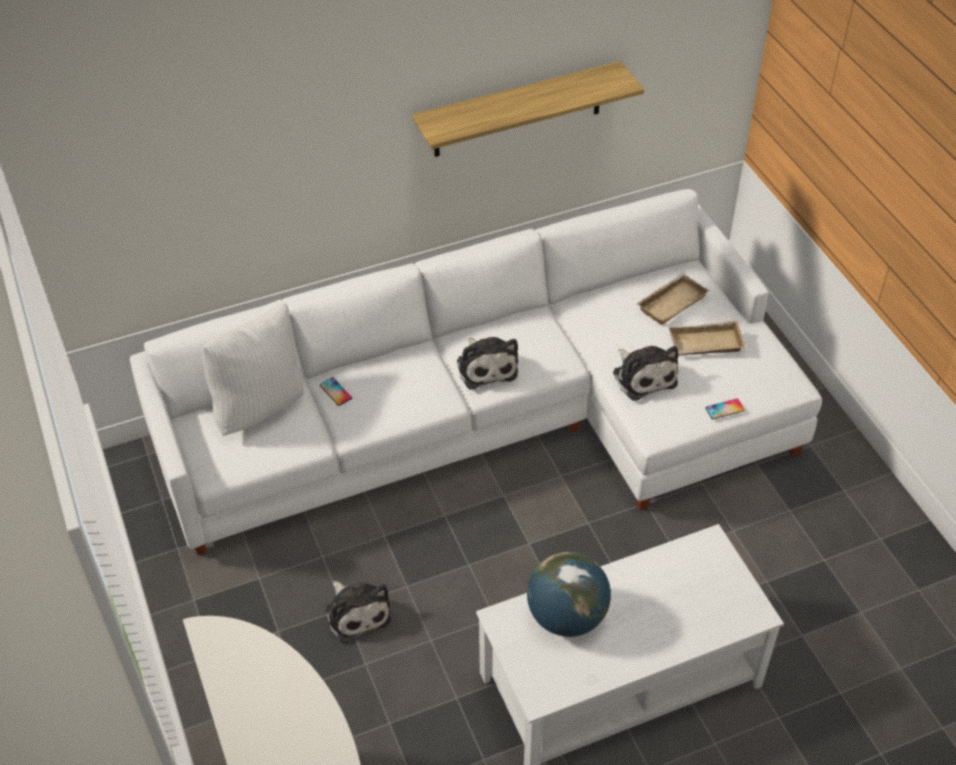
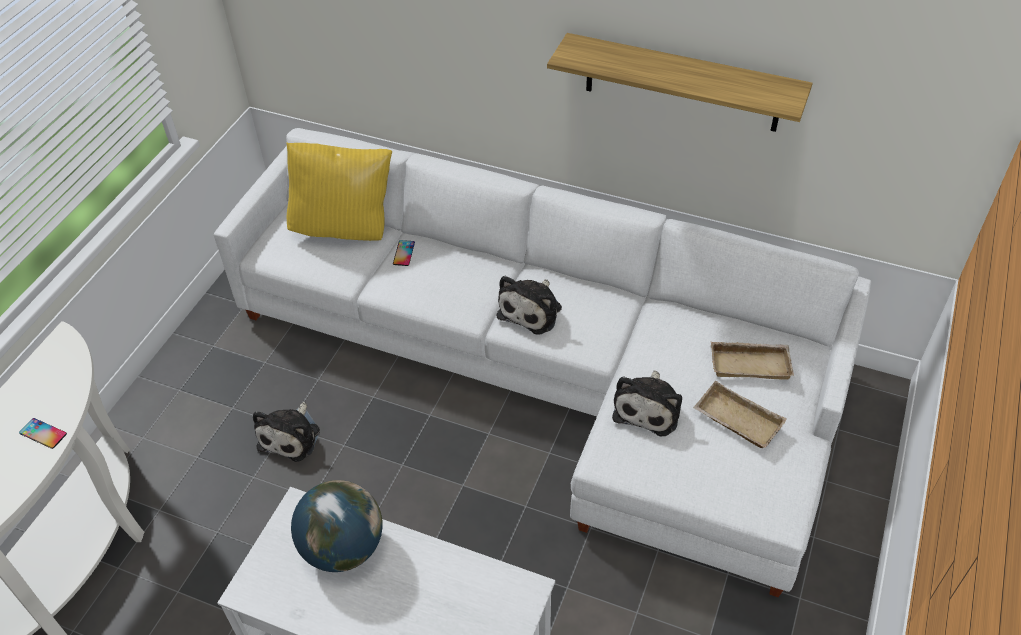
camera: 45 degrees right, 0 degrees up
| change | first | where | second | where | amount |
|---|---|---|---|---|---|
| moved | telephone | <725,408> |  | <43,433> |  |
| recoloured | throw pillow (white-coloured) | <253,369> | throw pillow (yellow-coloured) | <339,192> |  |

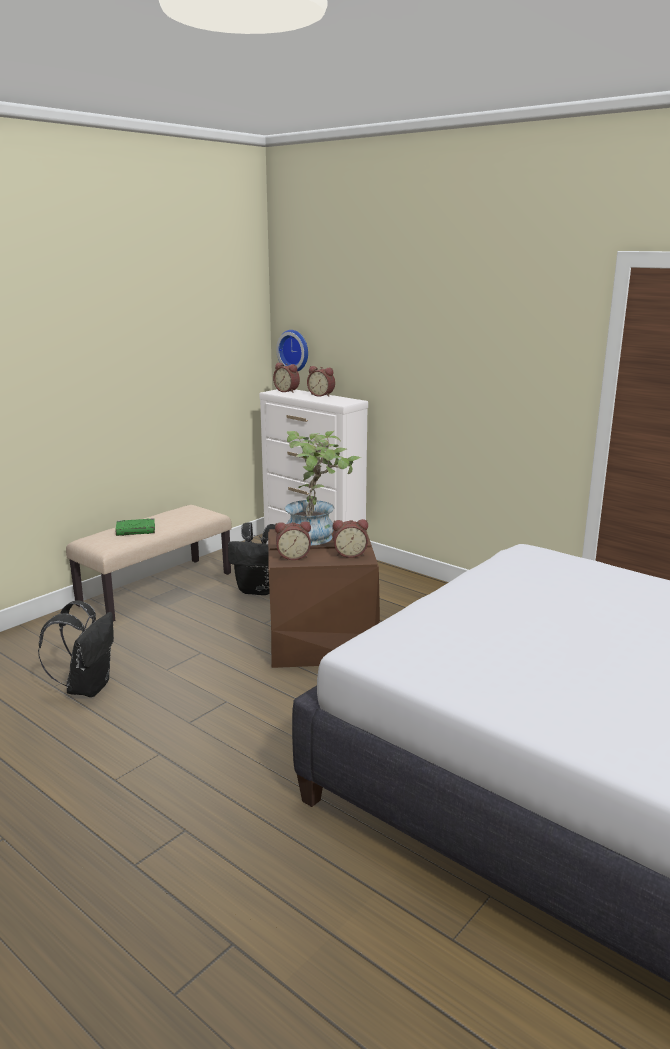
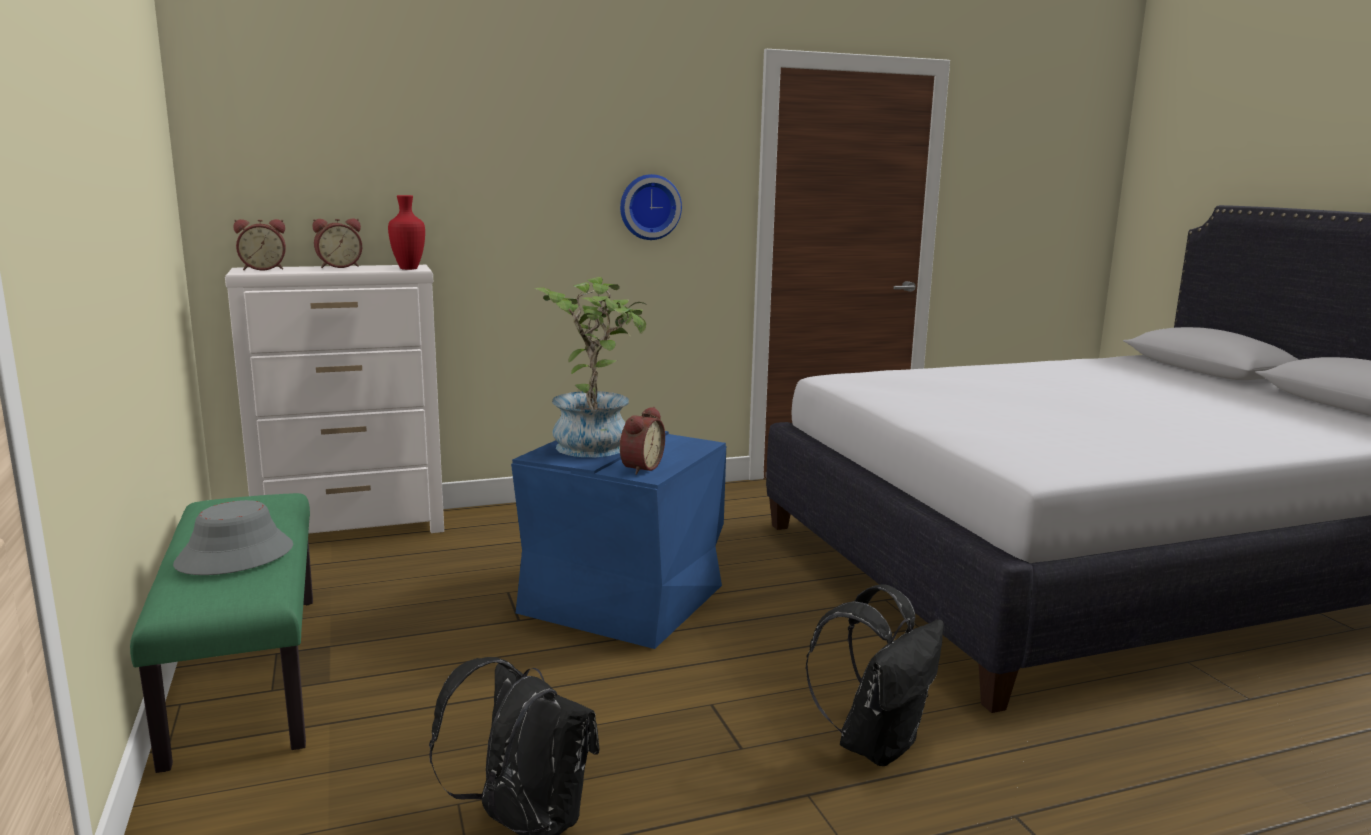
camera: 60 degrees left, 5 degrees down
| change | first | where | second | where | amount |
|---|---|---|---|---|---|
| removed | alarm clock | <350,538> |  |  |  |
| added |  |  | flower vase (red-coloured) | <406,232> |  |
| moved | backpack (black-coloured) | <251,558> |  | <874,675> |  |
| moved | clock on the wall | <292,350> |  | <651,207> |  |
| replaced | volume (greenish) | <135,527> | hat (greyish) | <233,537> |  |
| recoloured | indoor bench (beige) | <149,563> | indoor bench (greenish) | <221,633> |  |
| recoloured | storage box (brown) | <324,598> | storage box (blue) | <618,540> |  |

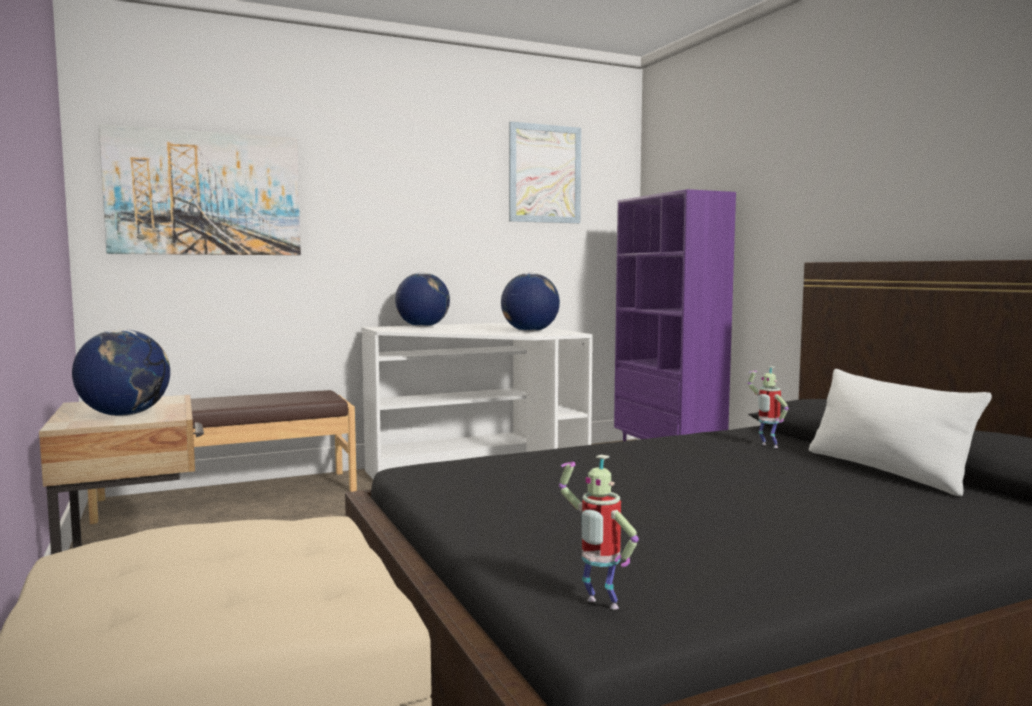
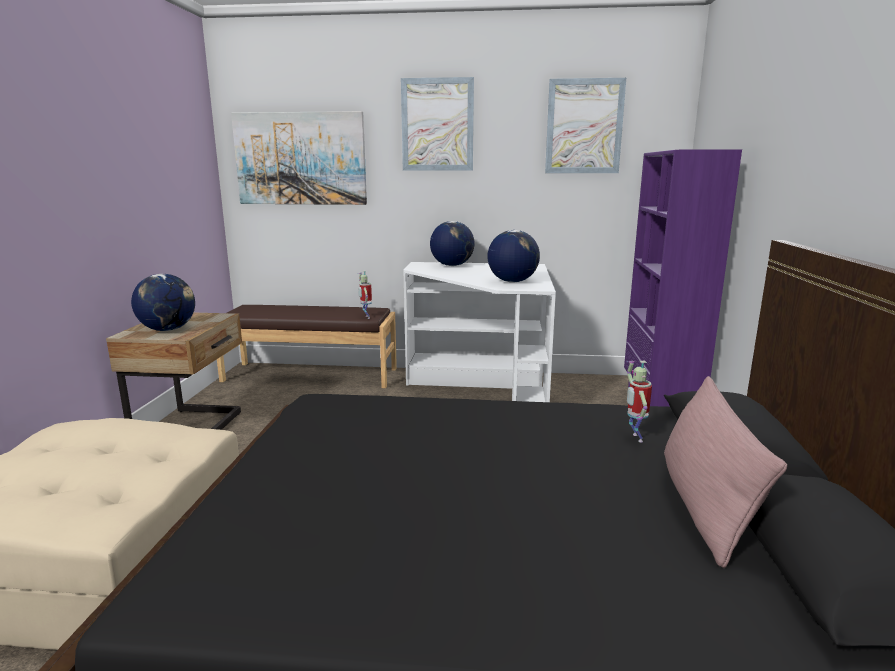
camera: 30 degrees right, 10 degrees up
| change | first | where | second | where | amount |
|---|---|---|---|---|---|
| added |  |  | wall art | <437,124> |  |
| moved | toy robot | <599,532> |  | <364,295> |  |
| recoloured | throw pillow (white-coloured) | <900,433> | throw pillow (pink) | <725,472> |  |

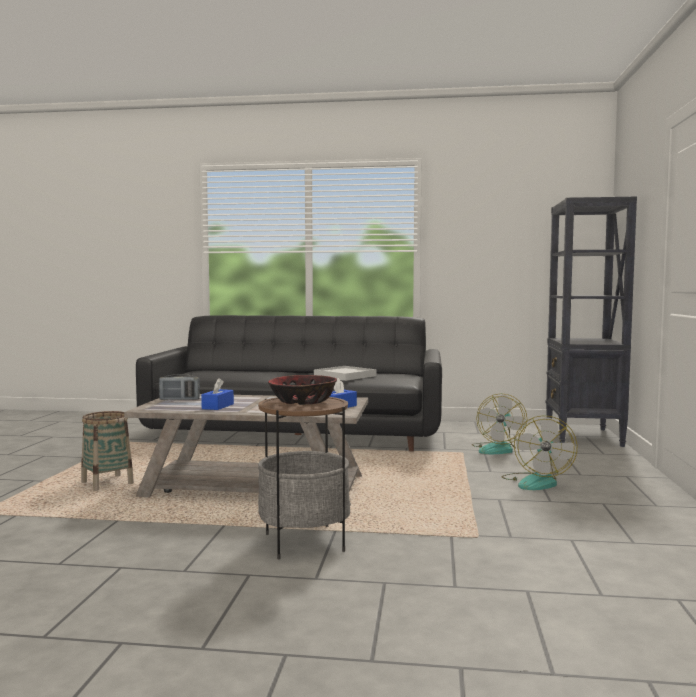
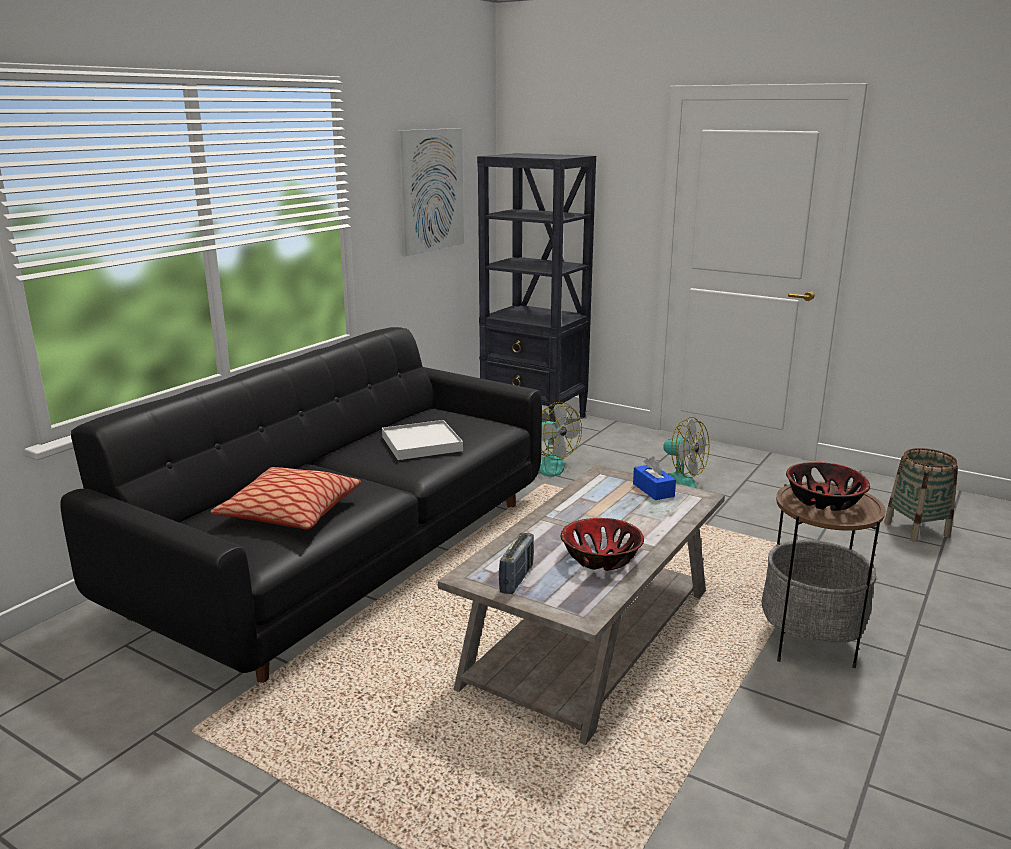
camera: 65 degrees left, 15 degrees up
| change | first | where | second | where | amount |
|---|---|---|---|---|---|
| added |  |  | throw pillow | <286,498> |  |
| added |  |  | wall art | <430,192> |  |
| moved | household basket | <107,451> |  | <921,495> |  |
| replaced | tissue box (blue) | <217,394> | deep dish | <602,544> |  |

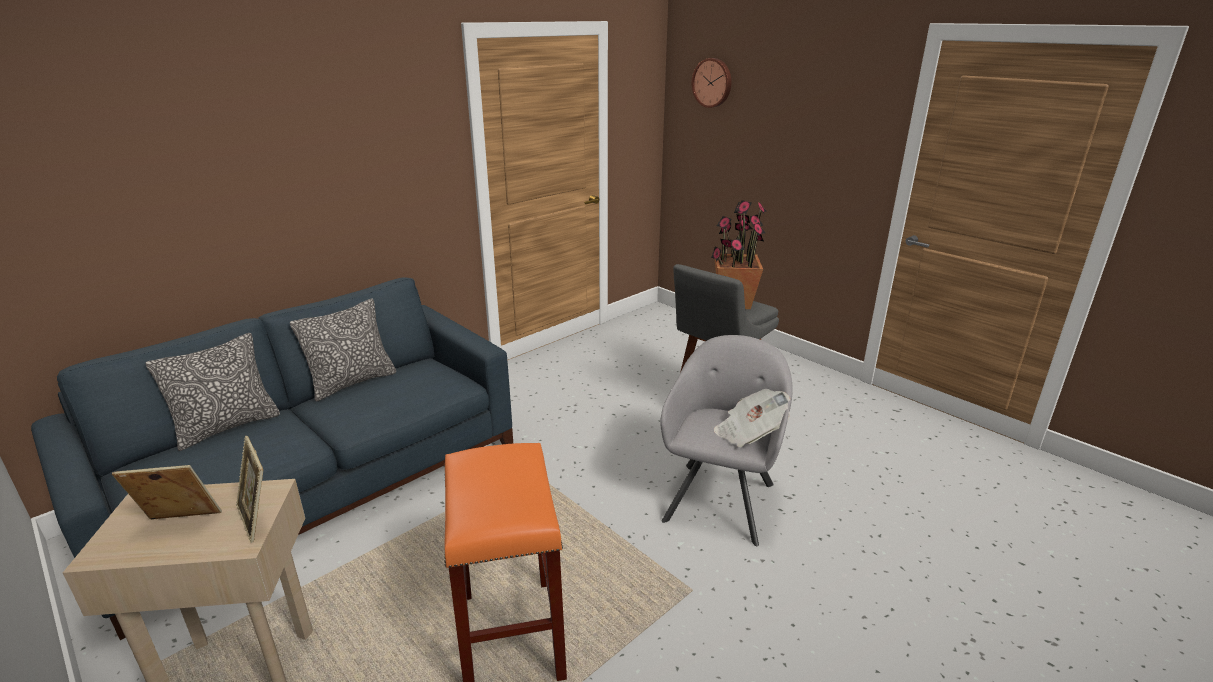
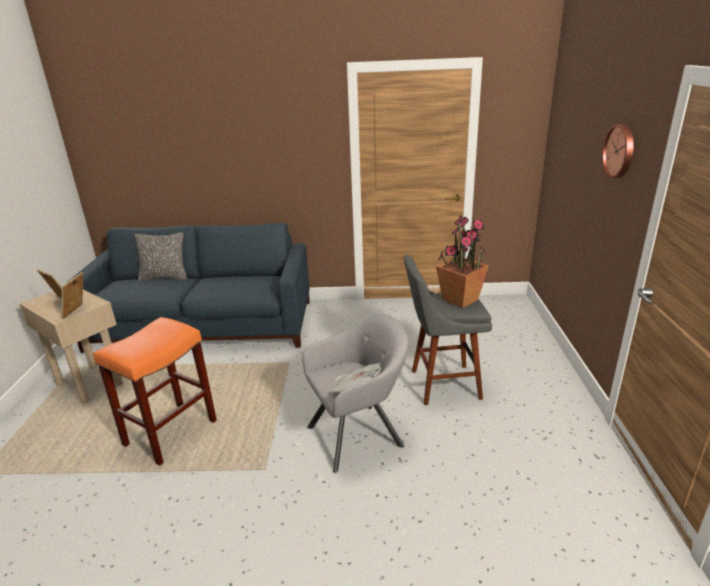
camera: 45 degrees right, 0 degrees up
| change | first | where | second | where | amount |
|---|---|---|---|---|---|
| removed | throw pillow | <343,350> |  |  |  |
| moved | clock on the wall | <711,83> |  | <618,151> |  |

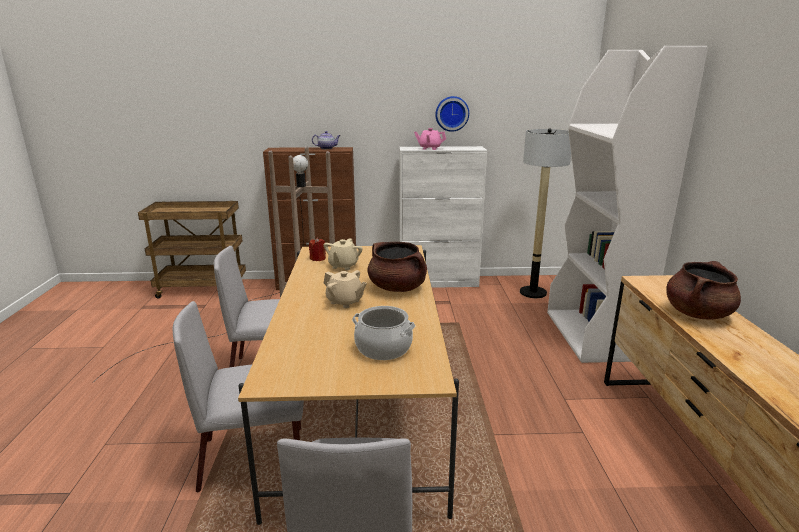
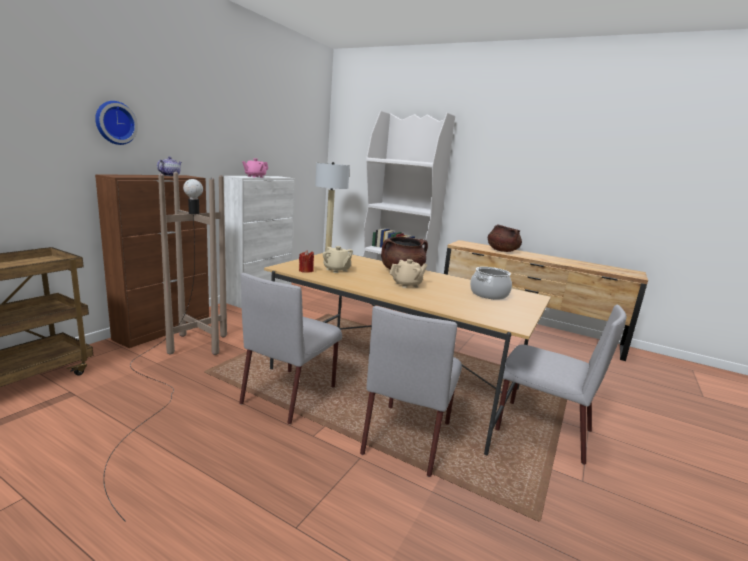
camera: 60 degrees left, 5 degrees down
| change | first | where | second | where | amount |
|---|---|---|---|---|---|
| moved | clock on the wall | <452,114> |  | <116,123> |  |

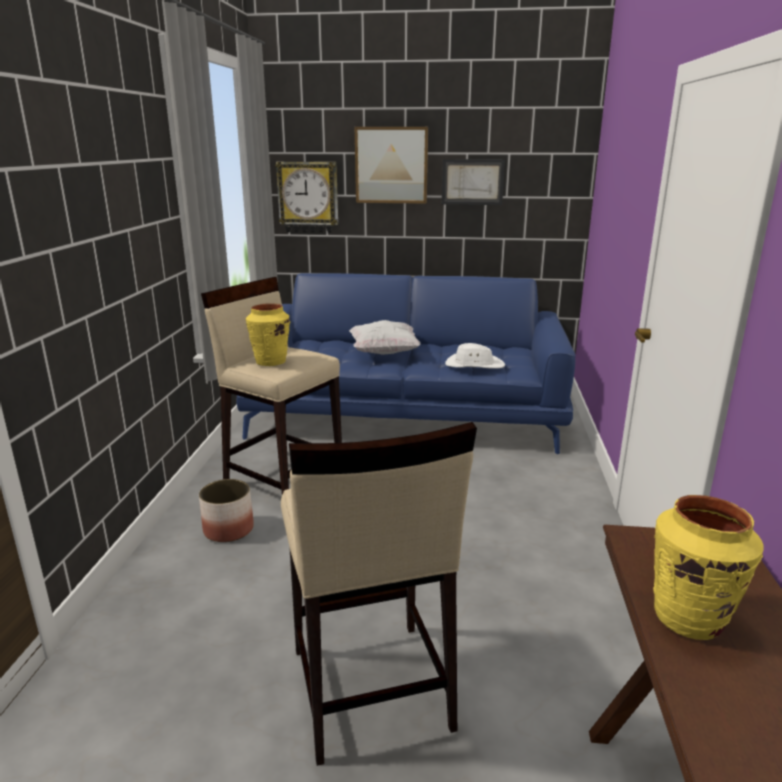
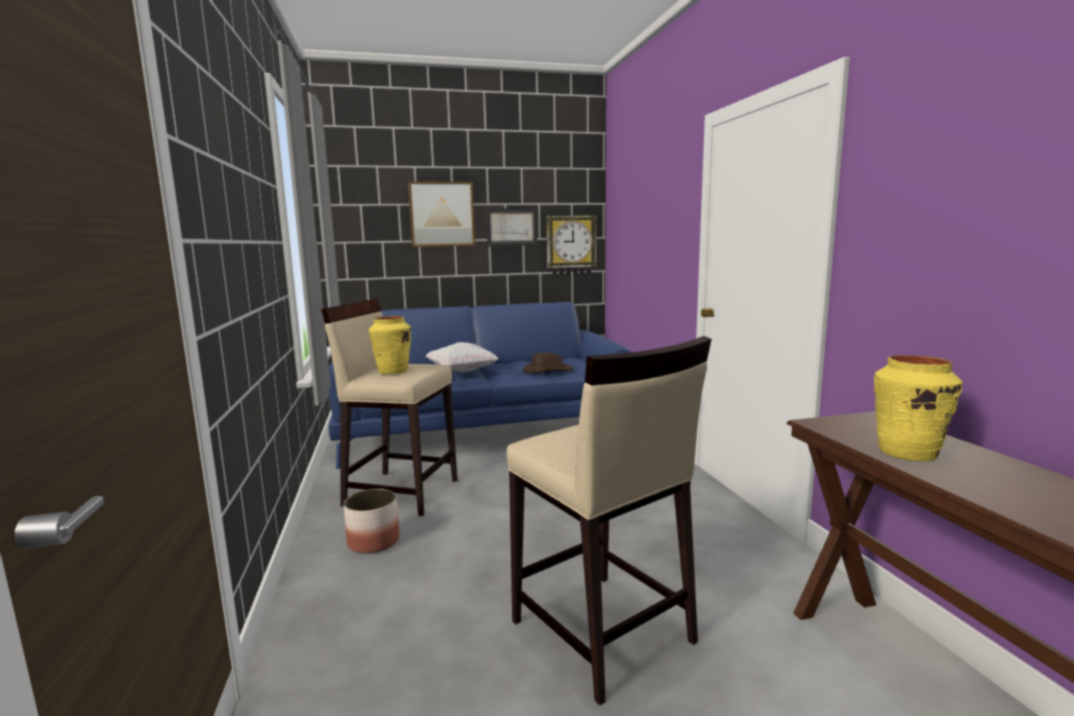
camera: 20 degrees left, 10 degrees down
| change | first | where | second | where | amount |
|---|---|---|---|---|---|
| moved | clock on the wall | <306,197> |  | <572,245> |  |
| recoloured | hat (white-coloured) | <475,356> | hat (brown) | <548,362> |  |

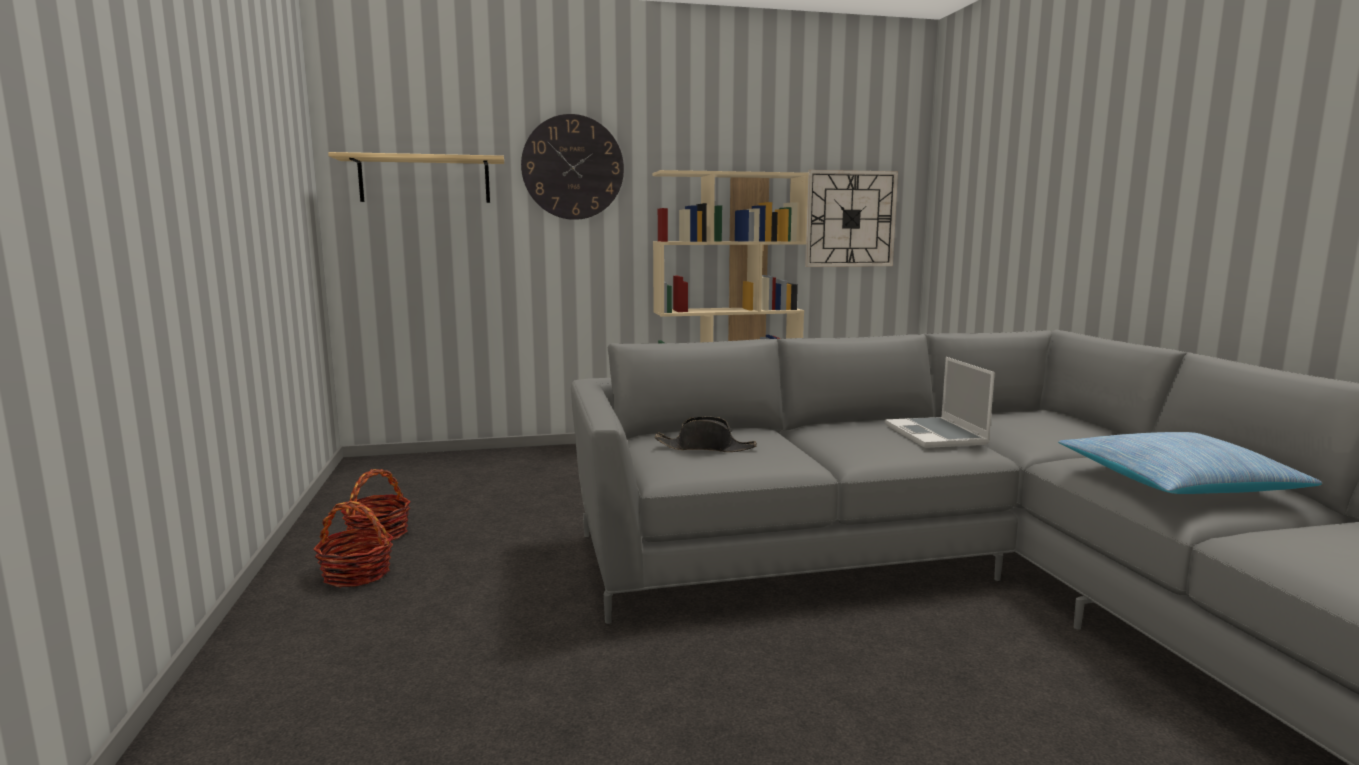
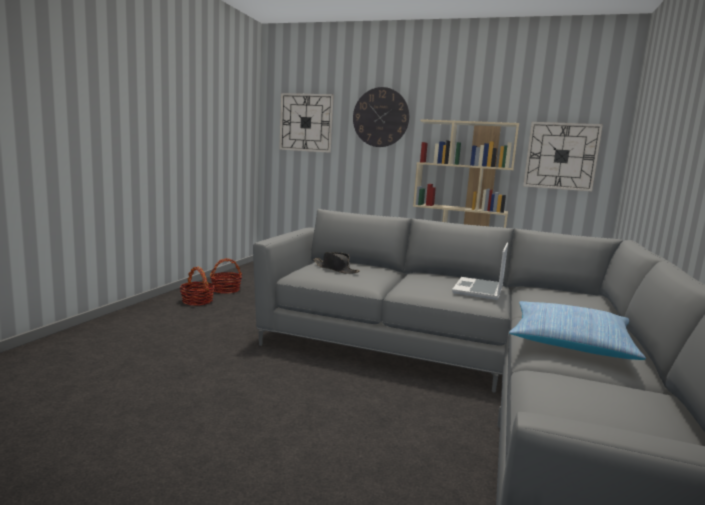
camera: 30 degrees right, 0 degrees up
| change | first | where | second | where | amount |
|---|---|---|---|---|---|
| replaced | wall shelf | <416,177> | clock on the wall | <306,123> |  |

